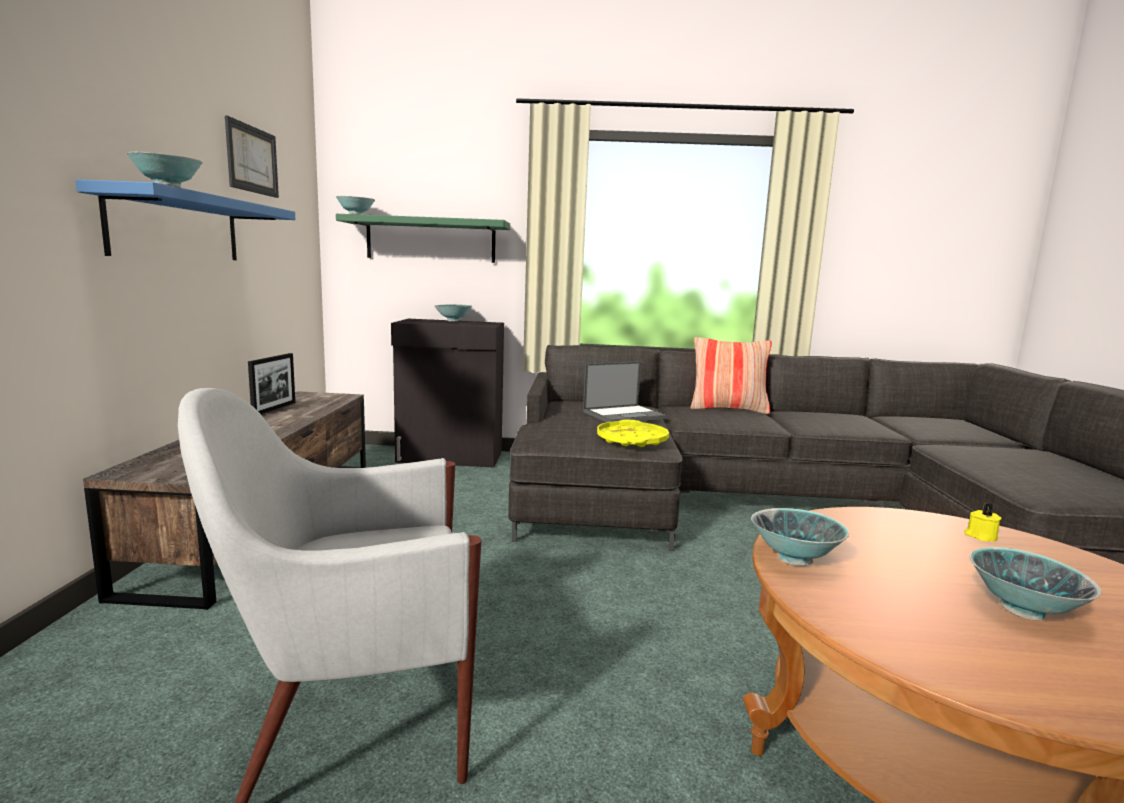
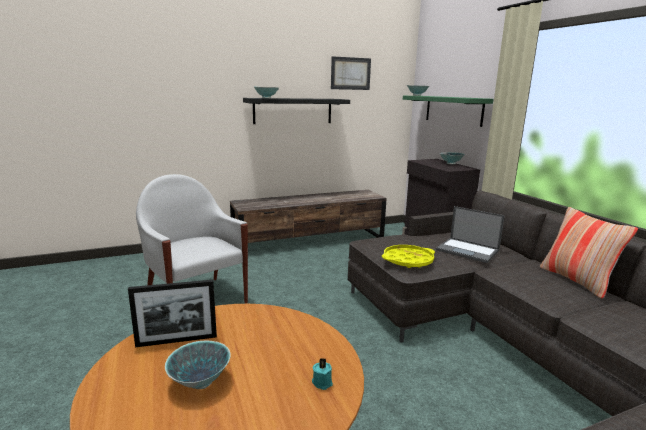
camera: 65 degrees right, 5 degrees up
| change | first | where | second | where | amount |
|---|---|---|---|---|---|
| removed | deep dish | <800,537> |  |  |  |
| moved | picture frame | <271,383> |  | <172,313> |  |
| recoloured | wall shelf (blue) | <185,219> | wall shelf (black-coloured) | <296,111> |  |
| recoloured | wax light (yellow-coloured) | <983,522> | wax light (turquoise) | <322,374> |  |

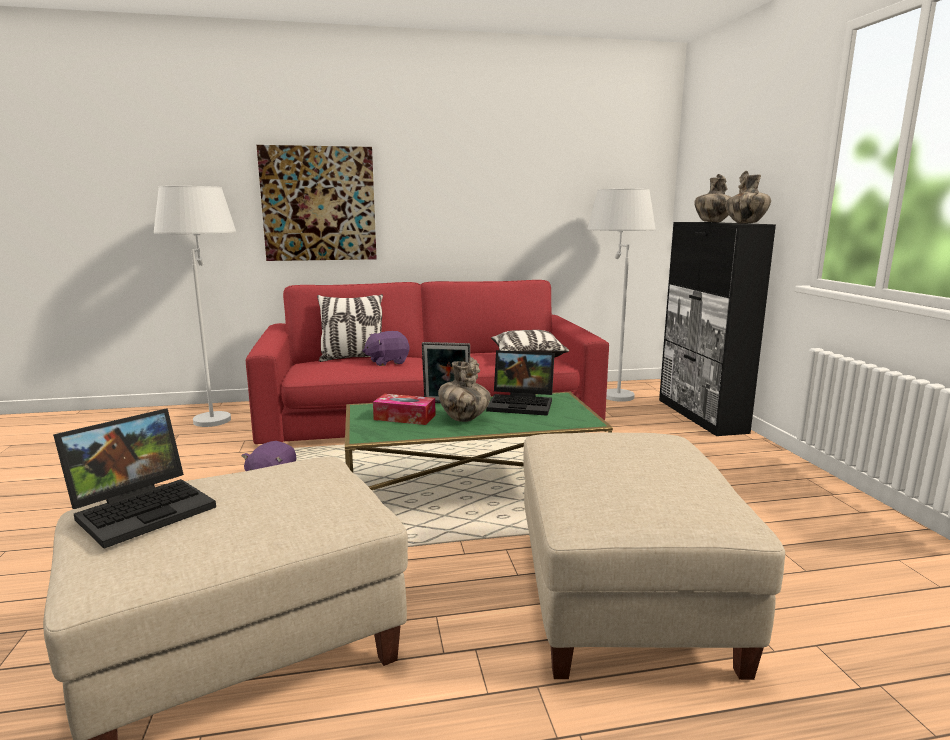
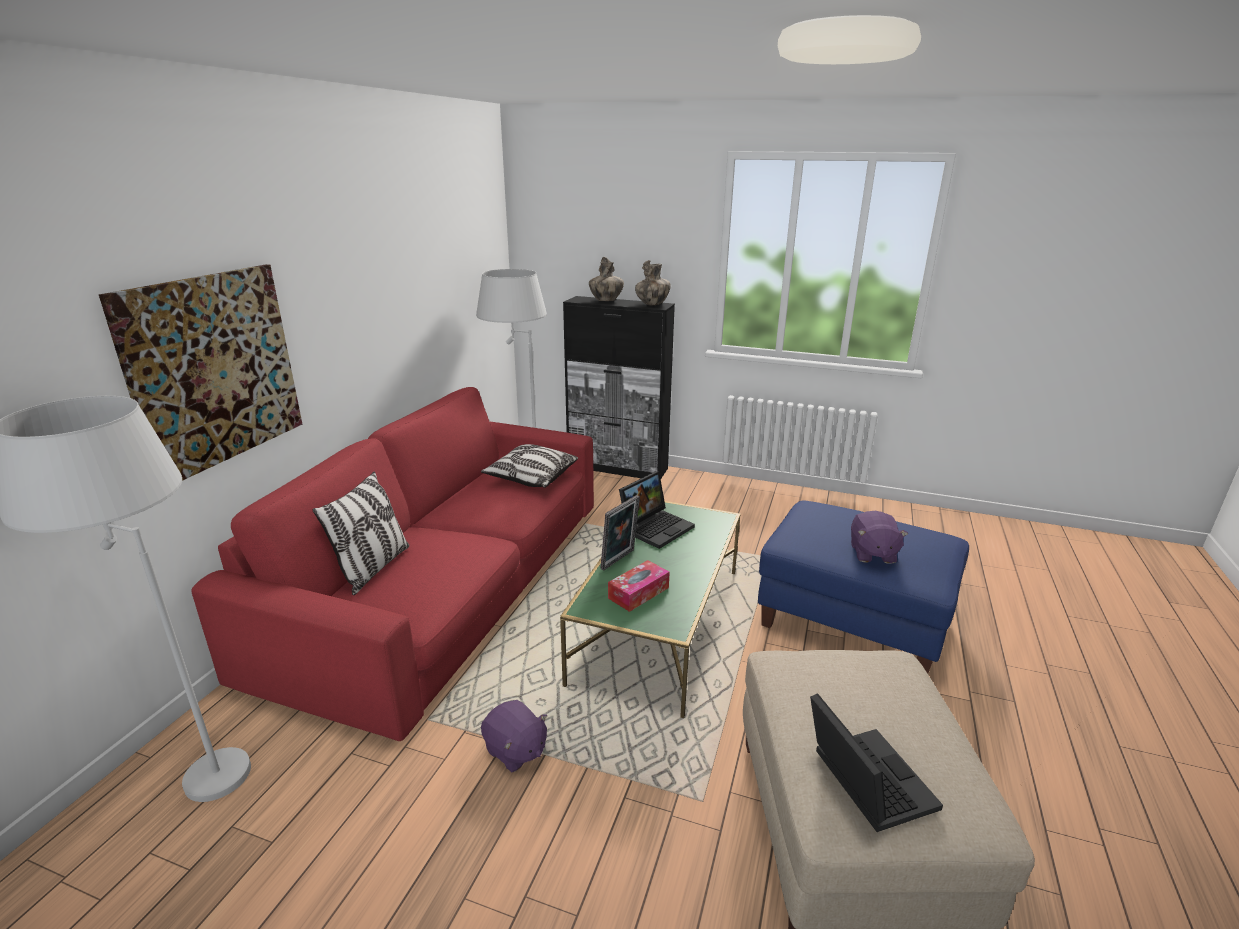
camera: 60 degrees left, 10 degrees up
| change | first | where | second | where | amount |
|---|---|---|---|---|---|
| removed | flower vase | <464,389> |  |  |  |
| moved | plush toy (purple-coloured) | <386,348> |  | <879,537> |  |
| recoloured | pouffe (beige) | <654,556> | pouffe (blue) | <863,587> |  |

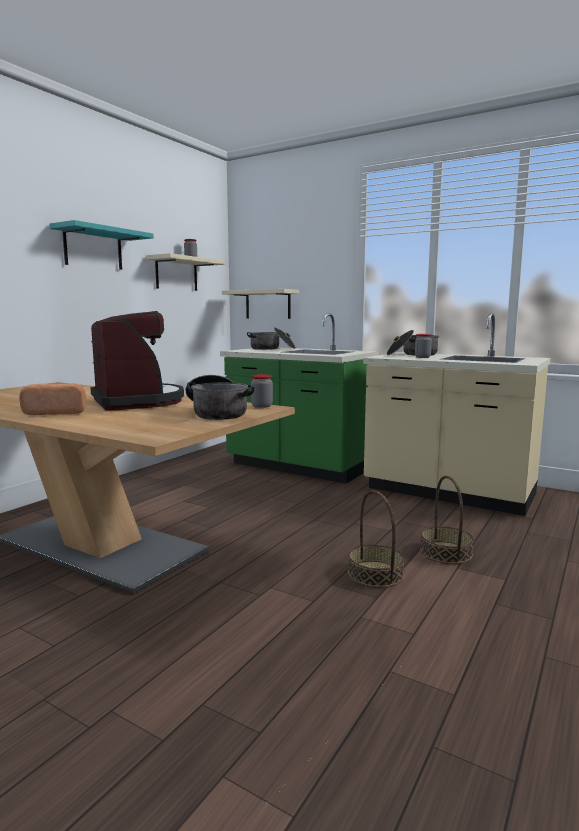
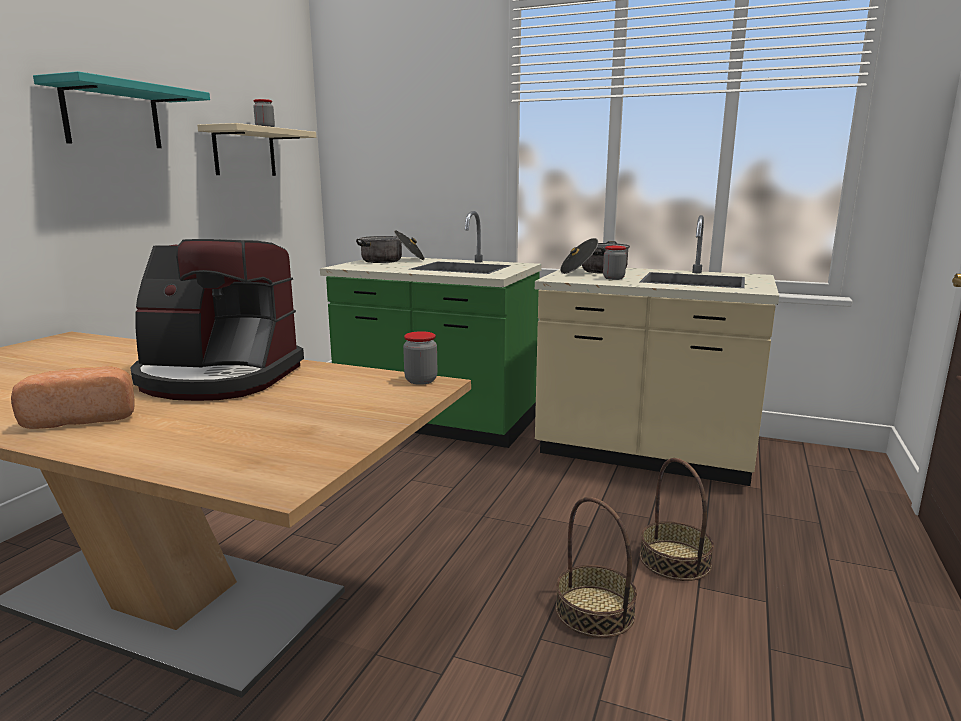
camera: 10 degrees left, 5 degrees up
| change | first | where | second | where | amount |
|---|---|---|---|---|---|
| removed | stockpot | <220,397> |  |  |  |
| removed | wall shelf (beige) | <260,304> |  |  |  |
| turned | coffee brewer | <137,361> |  | <217,320> | 135 degrees clockwise |

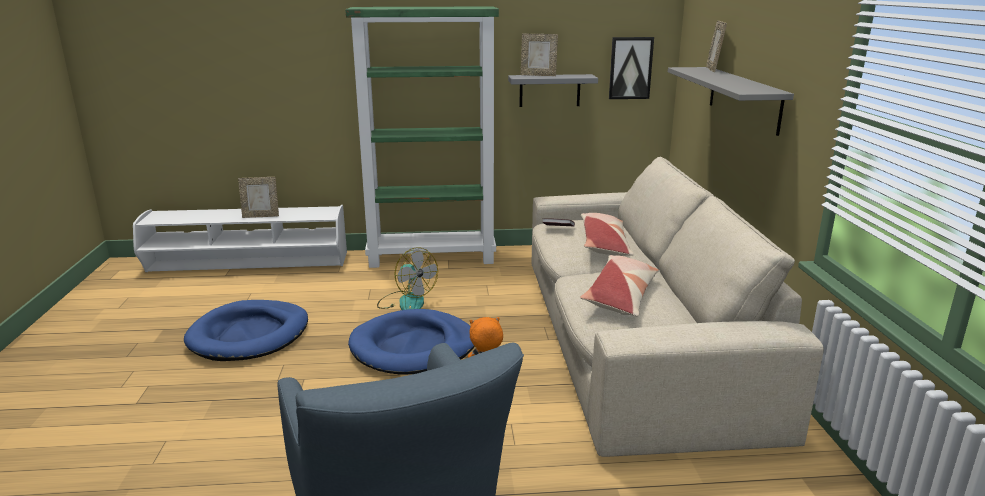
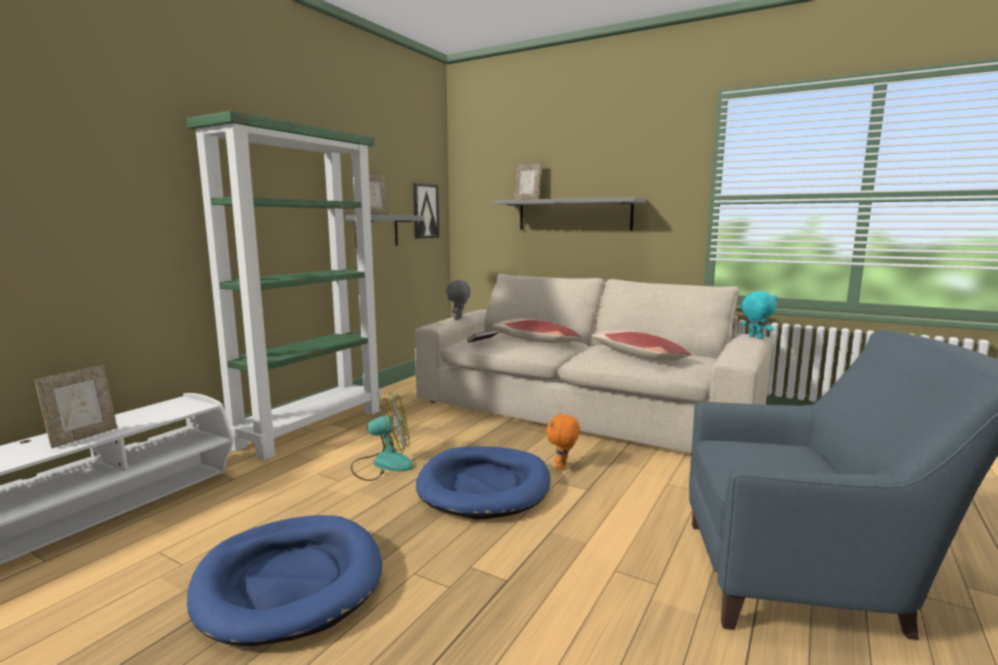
camera: 55 degrees left, 10 degrees down
| change | first | where | second | where | amount |
|---|---|---|---|---|---|
| added |  |  | plush toy (greyish) | <458,300> |  |
| added |  |  | plush toy (turquoise) | <759,315> |  |

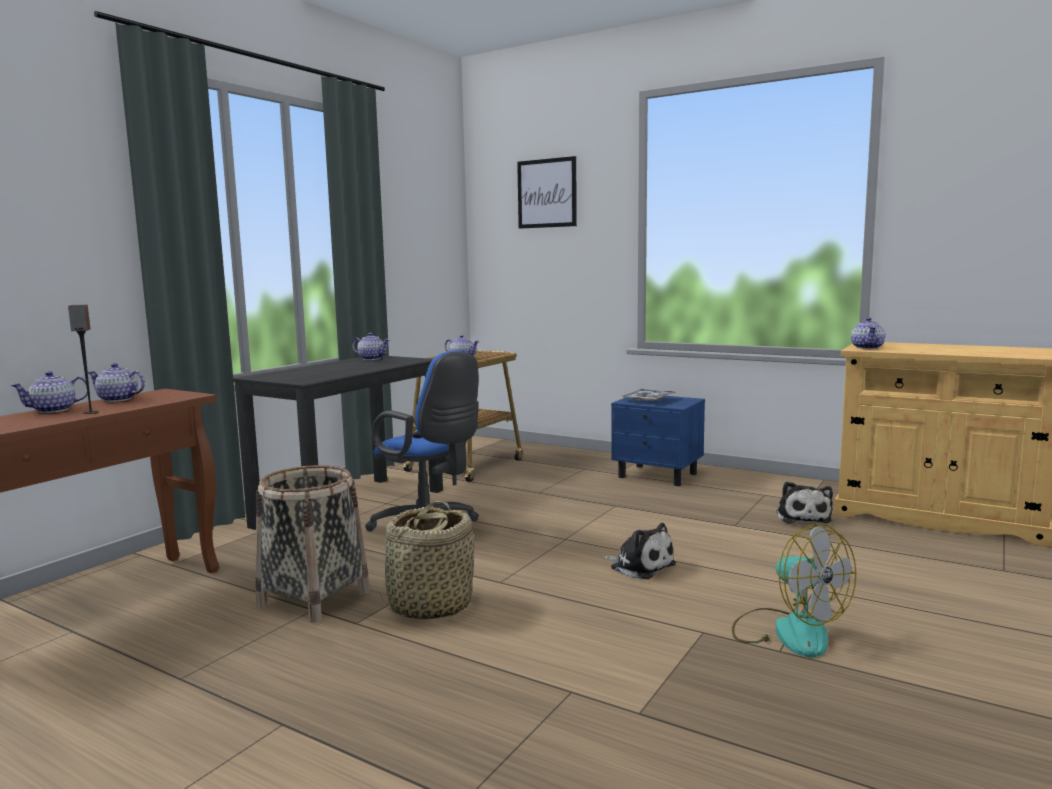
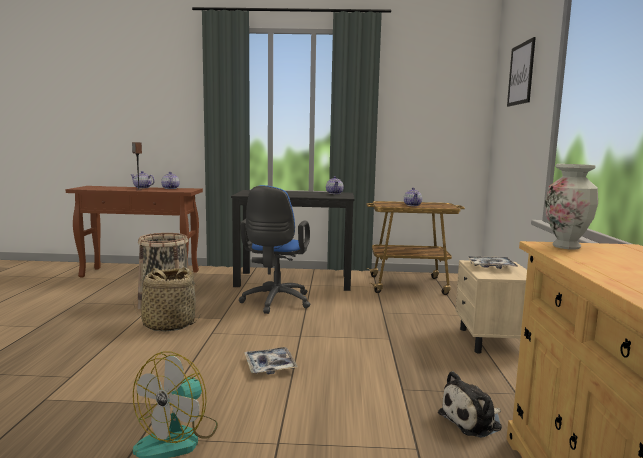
camera: 60 degrees right, 0 degrees up
| change | first | where | second | where | amount |
|---|---|---|---|---|---|
| replaced | plush toy | <639,551> | carrying tray | <271,361> |  |
| replaced | teapot | <868,333> | flower vase | <571,207> |  |
| recoloured | nightstand (blue) | <658,441> | nightstand (beige) | <491,307> |  |

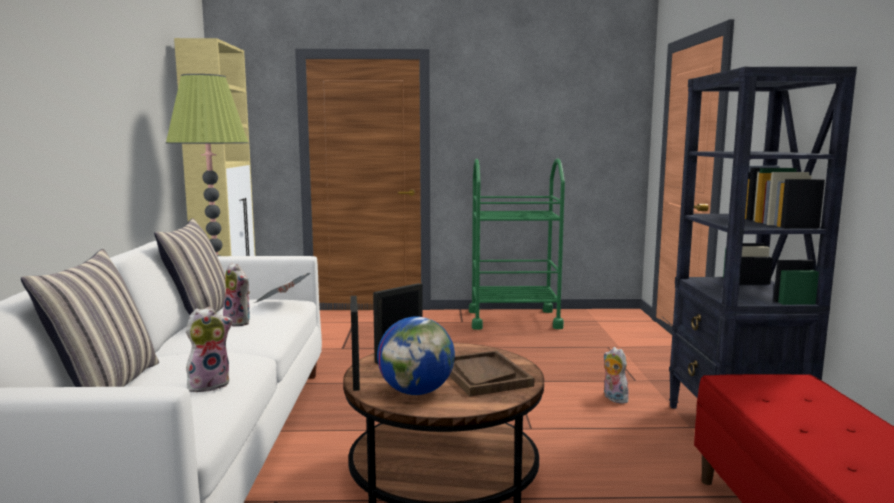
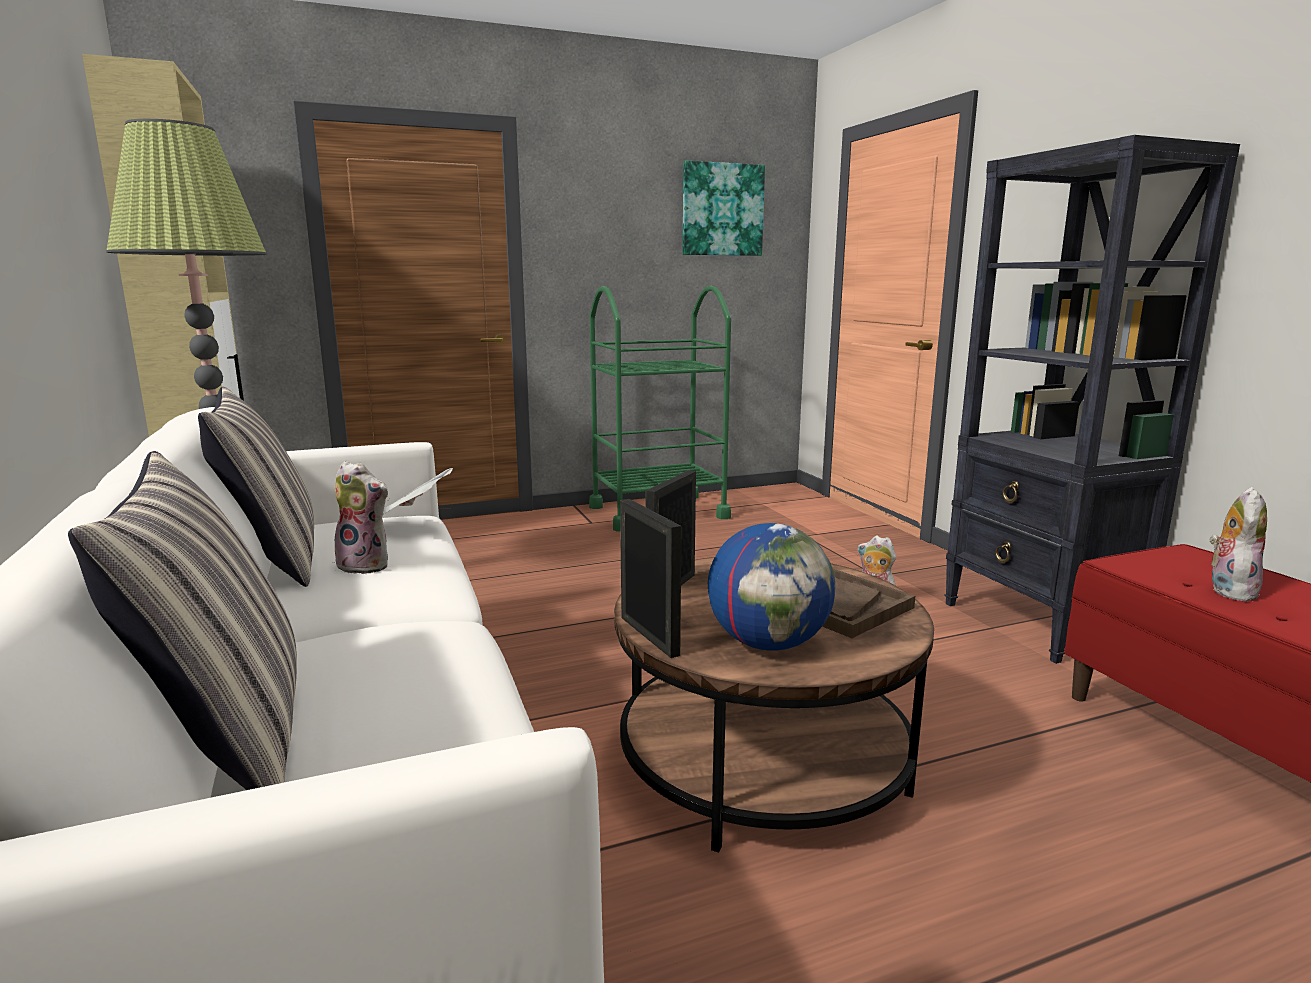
camera: 20 degrees left, 5 degrees up
| change | first | where | second | where | amount |
|---|---|---|---|---|---|
| added |  |  | wall art | <724,208> |  |
| moved | plush toy | <209,350> |  | <1238,544> |  |

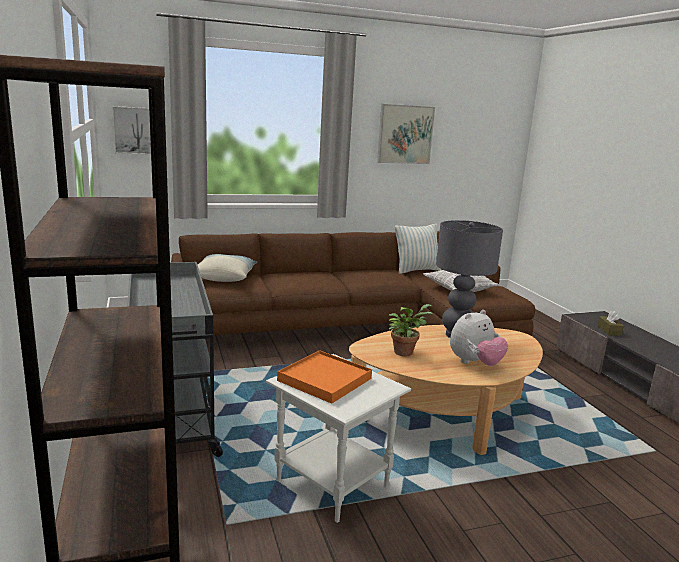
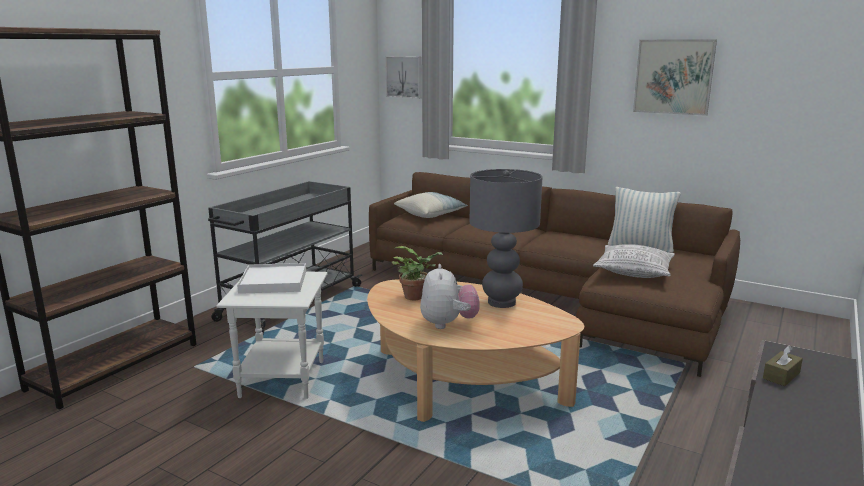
camera: 50 degrees right, 0 degrees up
| change | first | where | second | where | amount |
|---|---|---|---|---|---|
| recoloured | carrying tray (orange) | <324,377> | carrying tray (white-coloured) | <271,278> |  |
| turned | plush toy | <479,338> |  | <450,296> | 105 degrees counterclockwise |

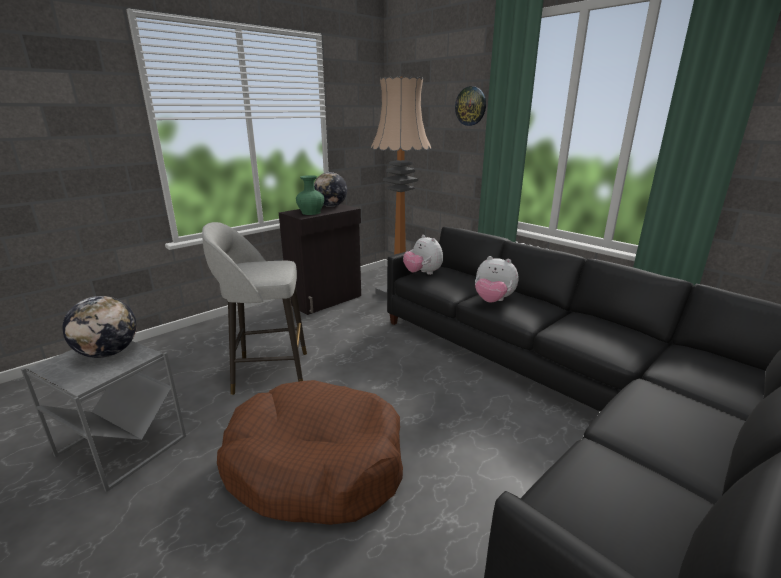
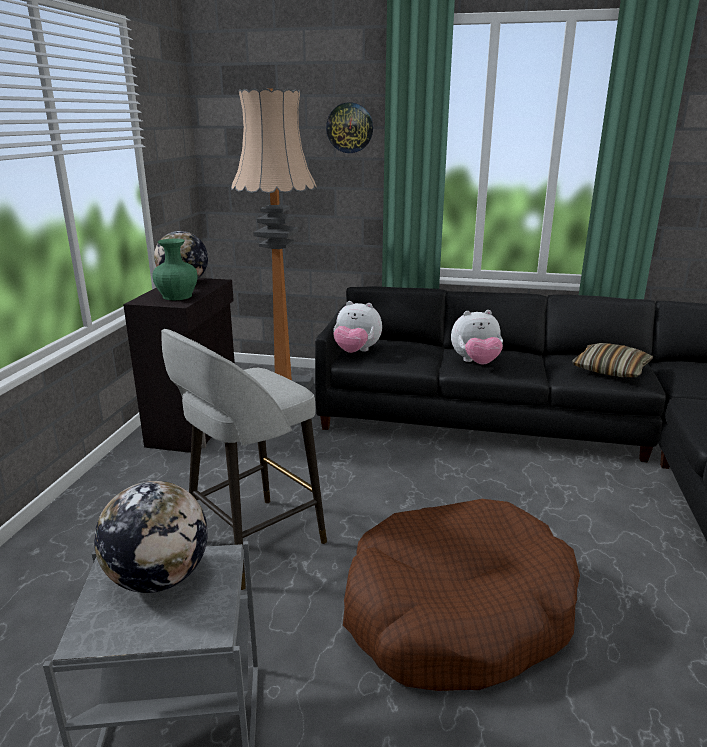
camera: 35 degrees left, 0 degrees up
| change | first | where | second | where | amount |
|---|---|---|---|---|---|
| added |  |  | throw pillow | <612,360> |  |

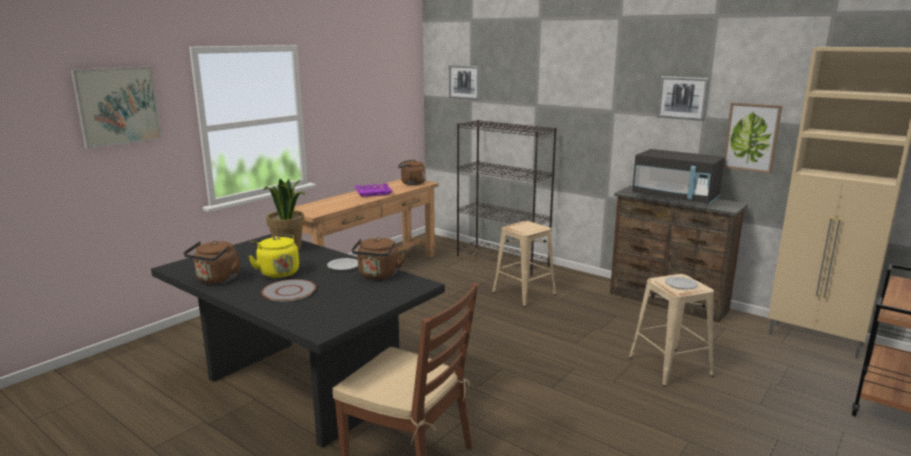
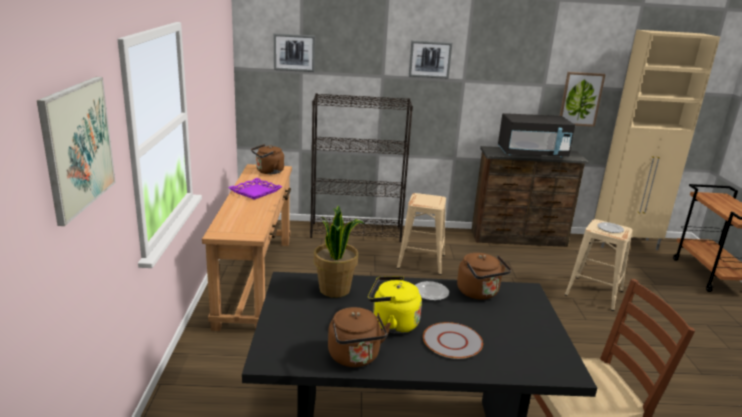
camera: 40 degrees left, 5 degrees up
| change | first | where | second | where | amount |
|---|---|---|---|---|---|
| moved | wall art | <683,98> |  | <430,59> |  |

